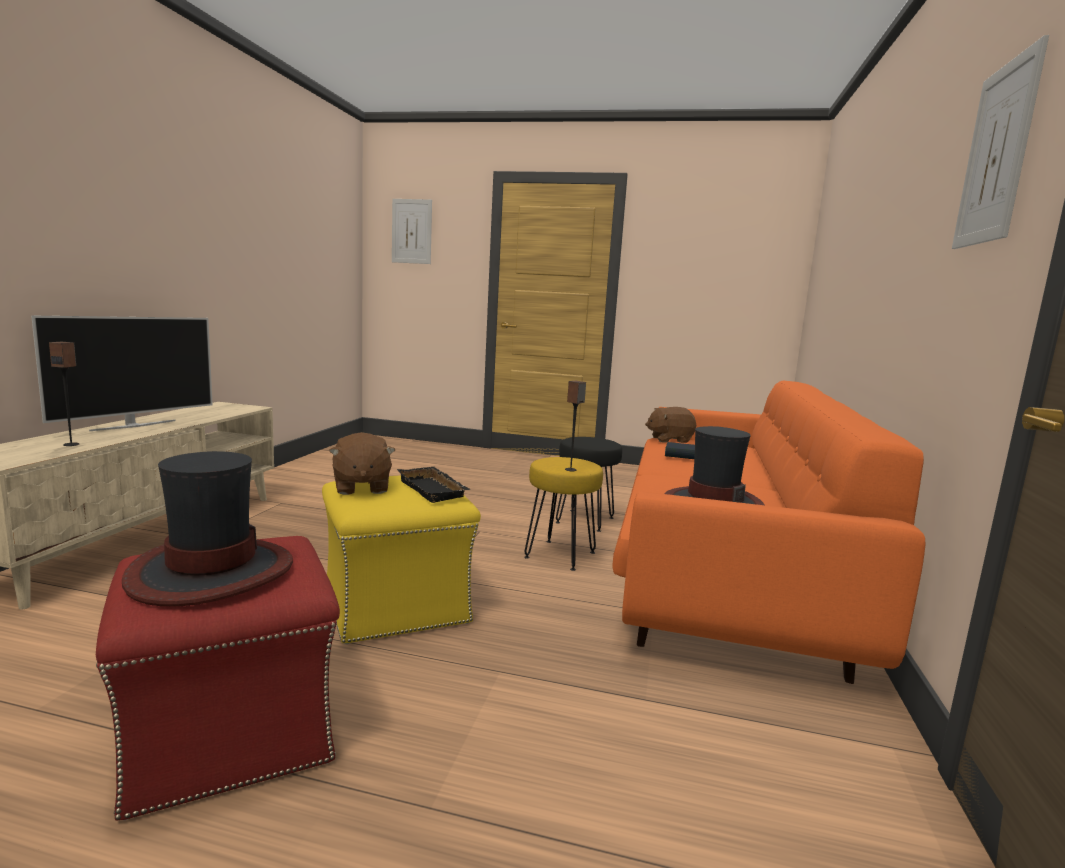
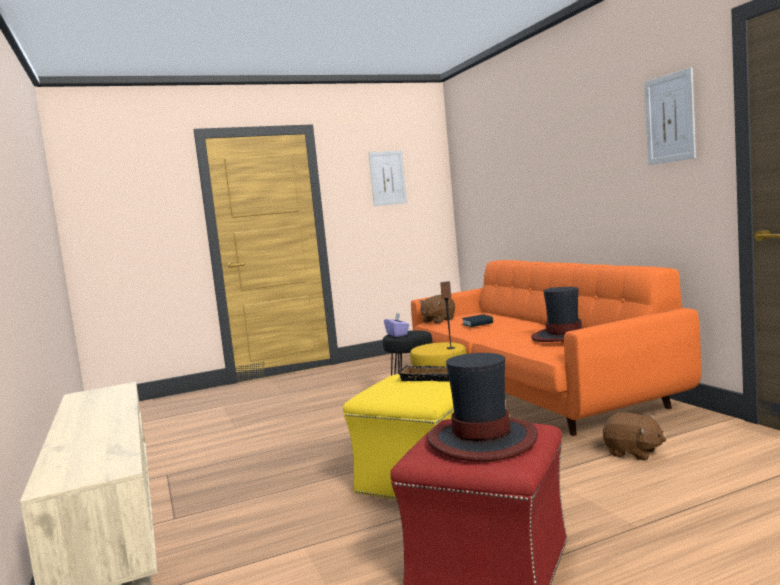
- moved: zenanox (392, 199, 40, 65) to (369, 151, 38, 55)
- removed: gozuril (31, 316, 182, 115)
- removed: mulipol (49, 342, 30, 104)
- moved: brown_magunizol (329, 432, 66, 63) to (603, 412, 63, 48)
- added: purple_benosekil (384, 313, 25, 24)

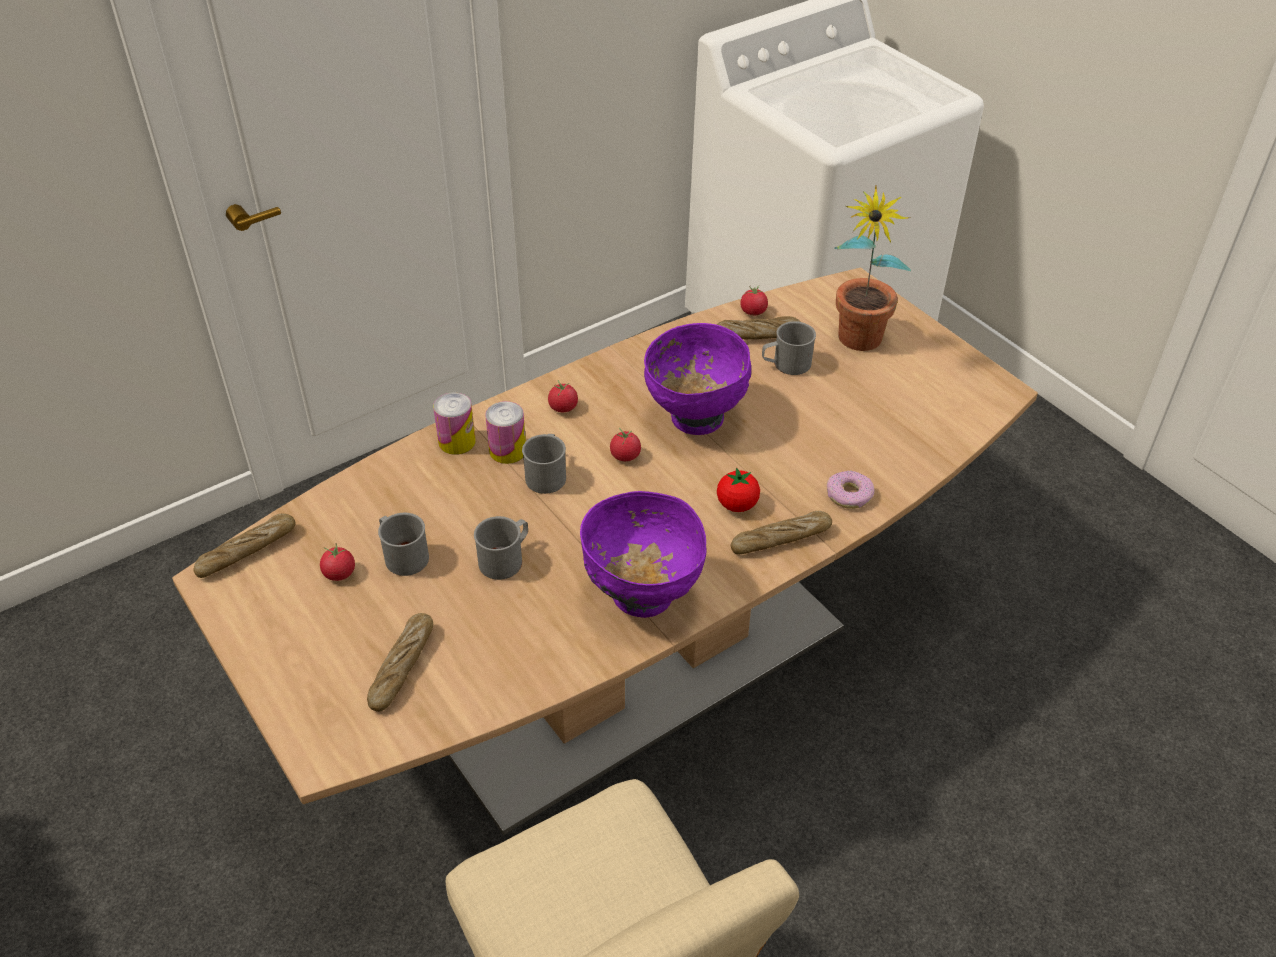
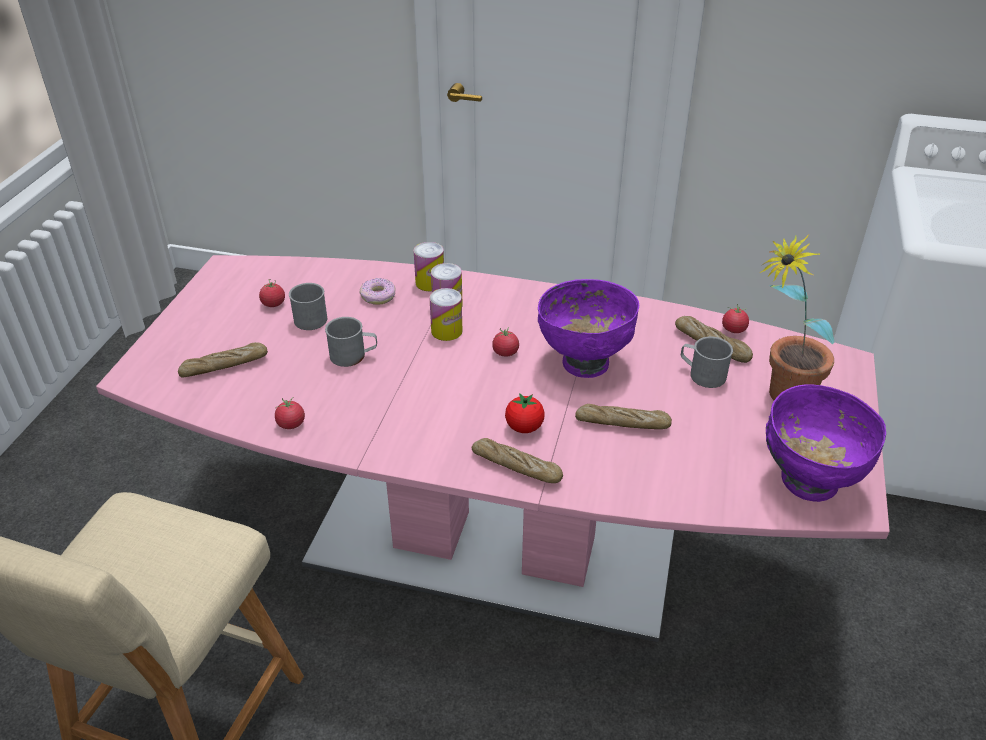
- recoloured: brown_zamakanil (172, 268, 866, 567) to pink_zamakanil (96, 255, 794, 387)
- moved: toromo (548, 380, 30, 32) to (275, 397, 30, 32)
- replaced: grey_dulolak (522, 434, 44, 60) to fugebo (429, 288, 34, 53)
- moved: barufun (826, 471, 49, 38) to (360, 278, 36, 27)
- moved: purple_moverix (580, 491, 126, 127) to (766, 384, 120, 118)
- moved: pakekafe (193, 514, 103, 64) to (575, 404, 97, 25)

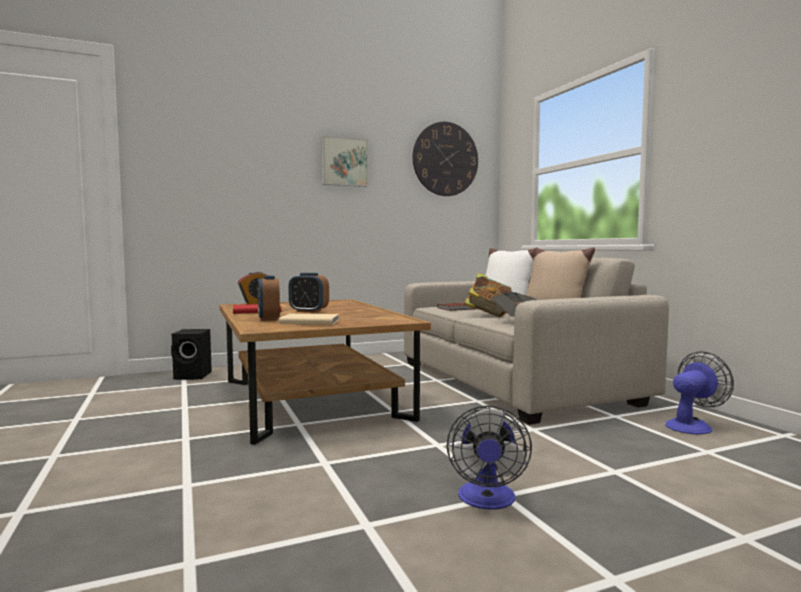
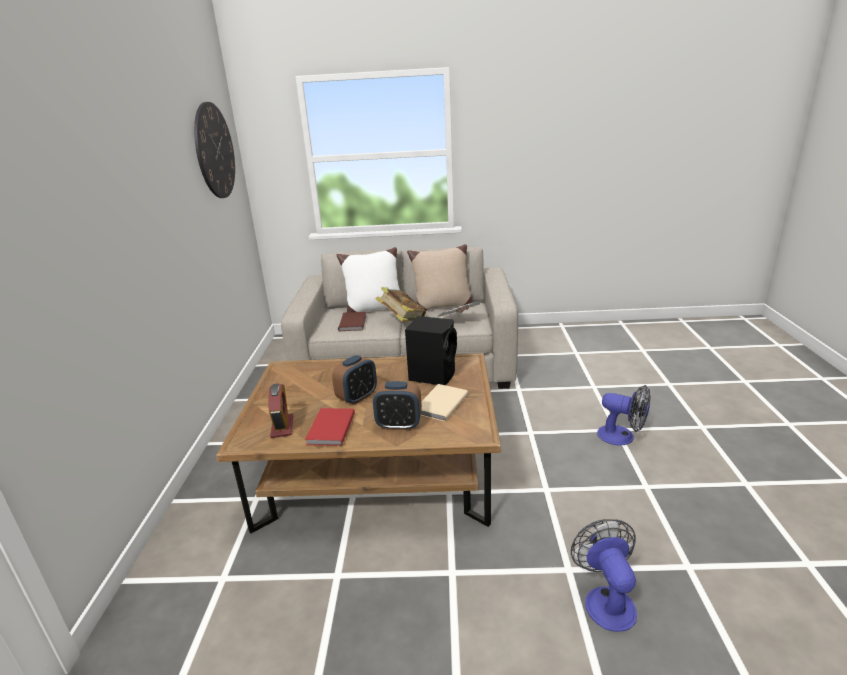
- removed: zenanox (321, 136, 47, 51)
- moved: black_mulipol (171, 329, 41, 51) to (405, 316, 52, 69)
- moved: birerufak (665, 352, 69, 83) to (571, 519, 66, 113)

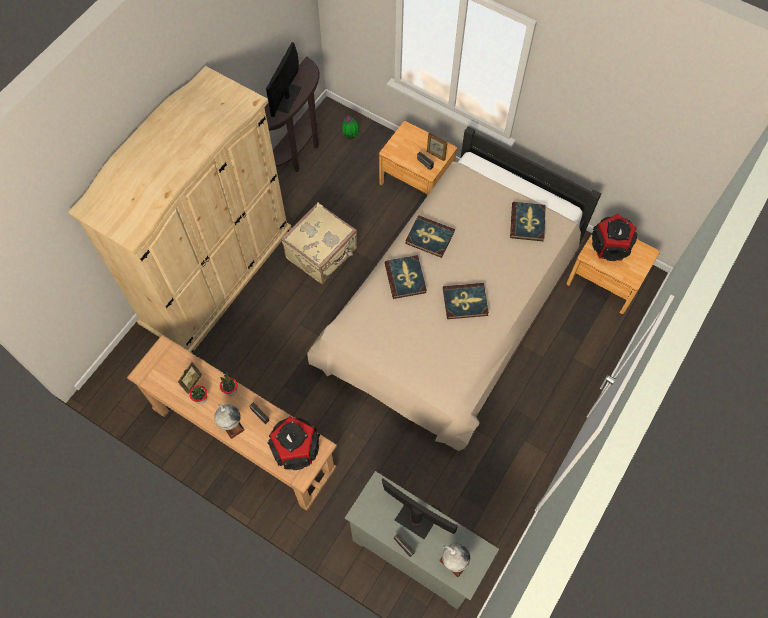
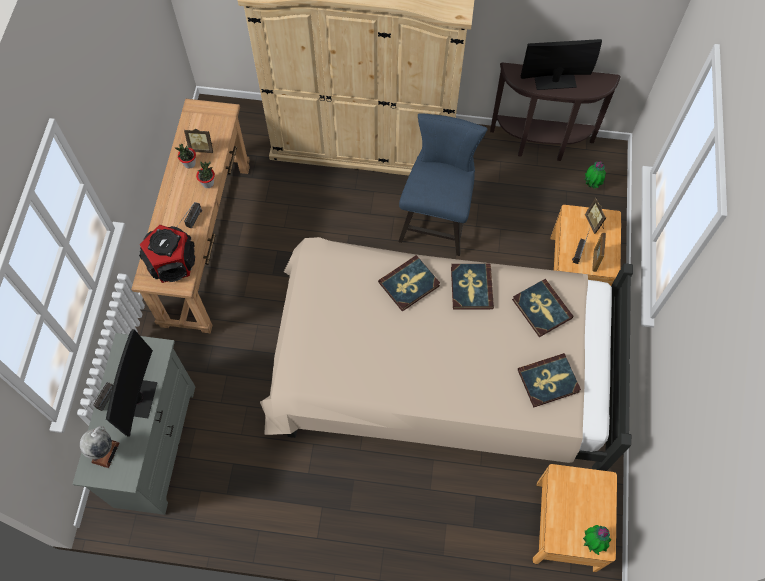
- replaced: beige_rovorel (281, 202, 76, 82) to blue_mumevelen (398, 113, 90, 143)
- removed: mulipol (592, 214, 45, 47)
- moved: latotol (443, 283, 46, 36) to (512, 279, 61, 58)
- removed: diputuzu (214, 404, 31, 35)
- added: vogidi (585, 198, 21, 36)
- added: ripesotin (583, 525, 28, 30)

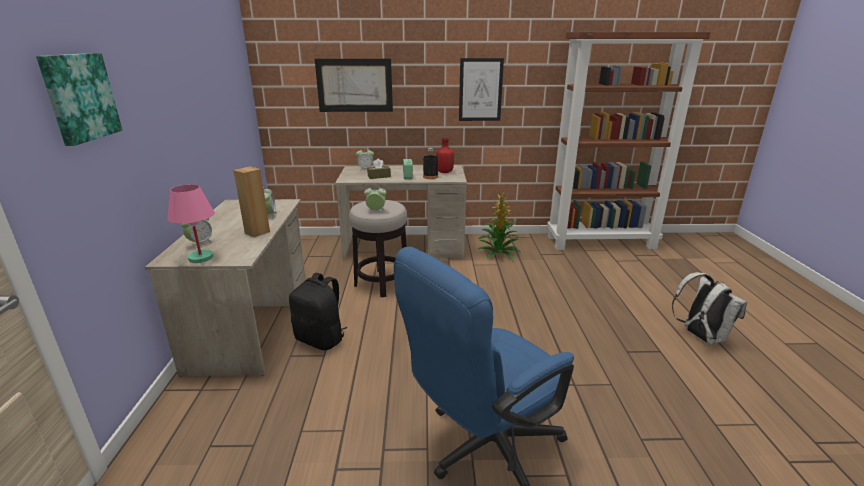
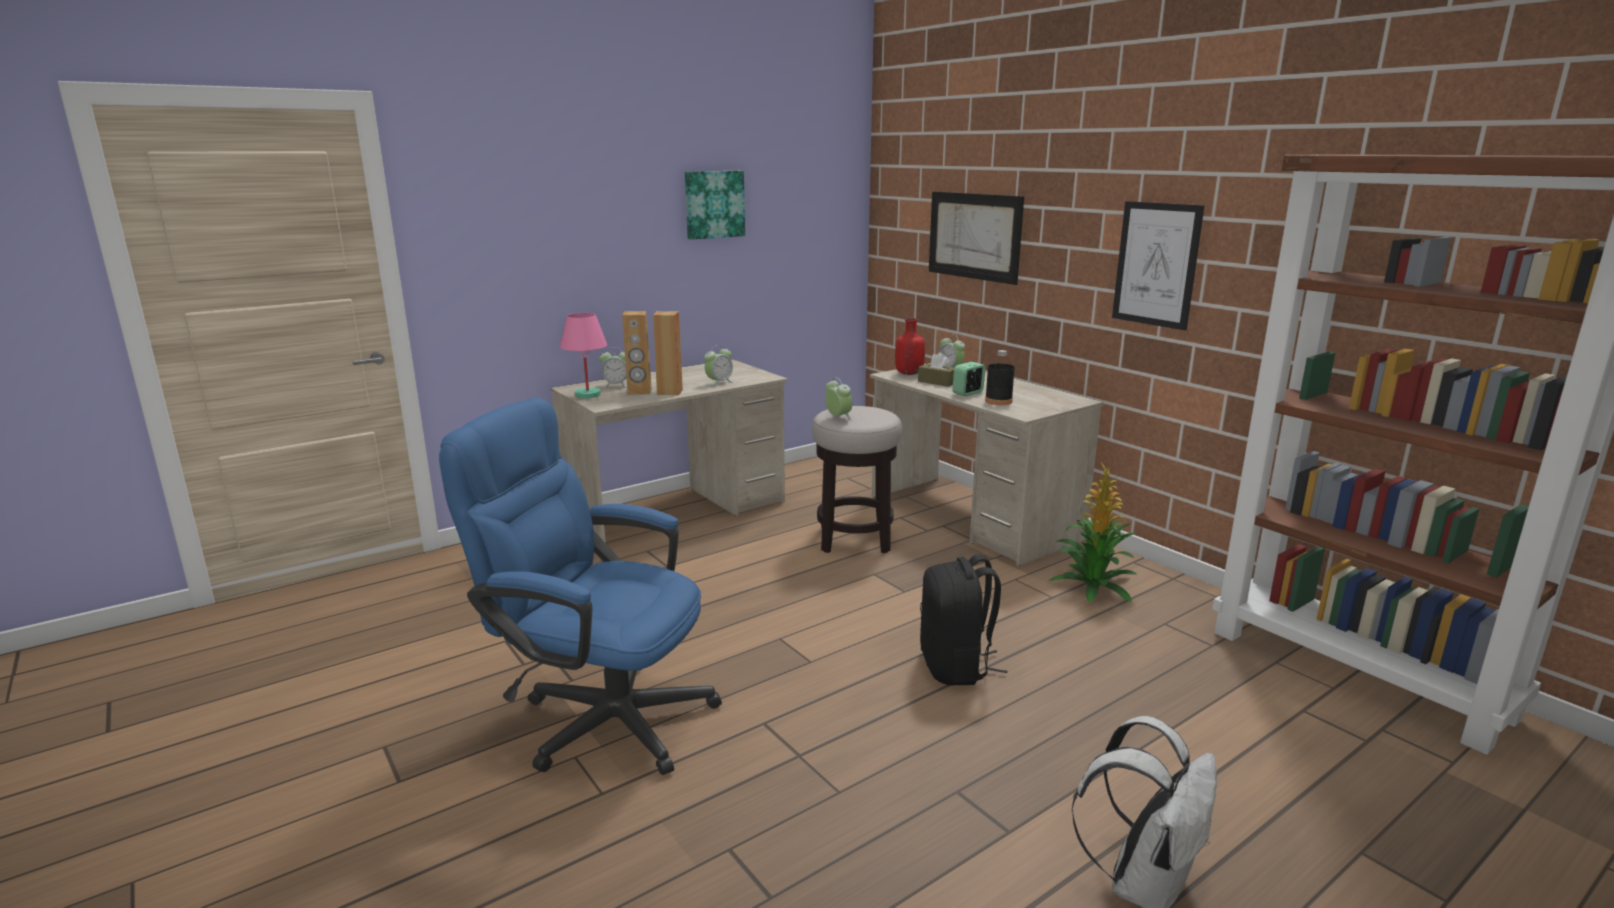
- moved: zenanox (36, 53, 86, 93) to (685, 171, 60, 69)
- moved: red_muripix (436, 138, 18, 35) to (895, 318, 30, 57)
- moved: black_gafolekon (289, 273, 59, 77) to (920, 554, 87, 131)
- added: brown_mulipol (622, 311, 30, 84)

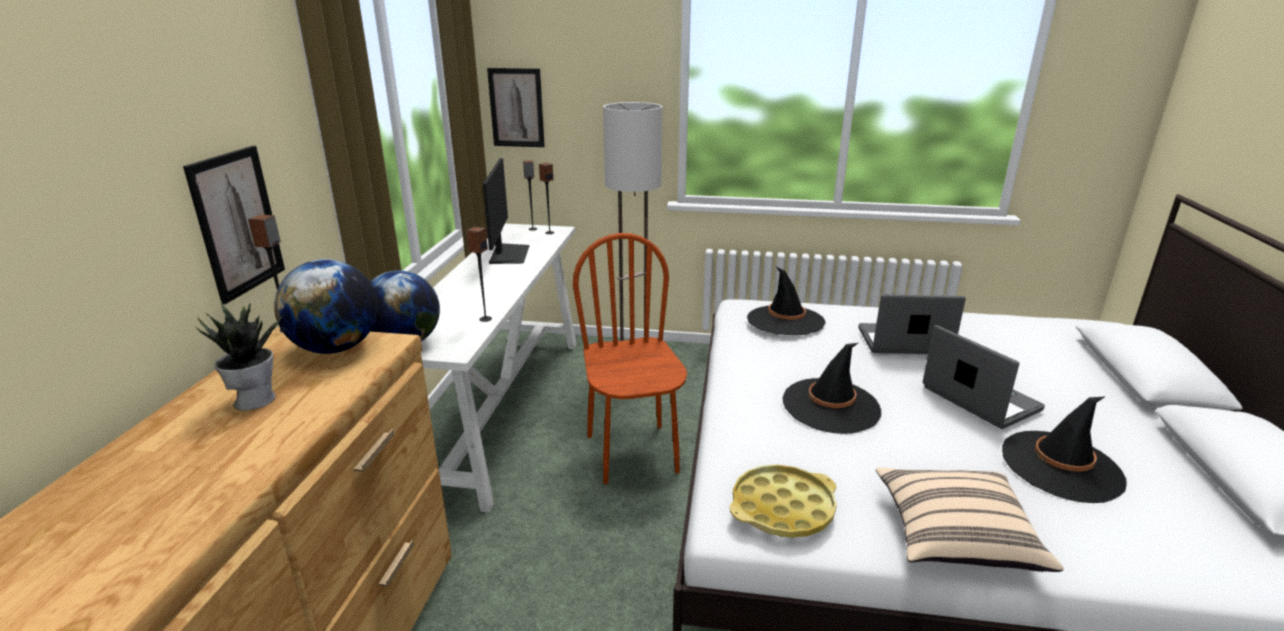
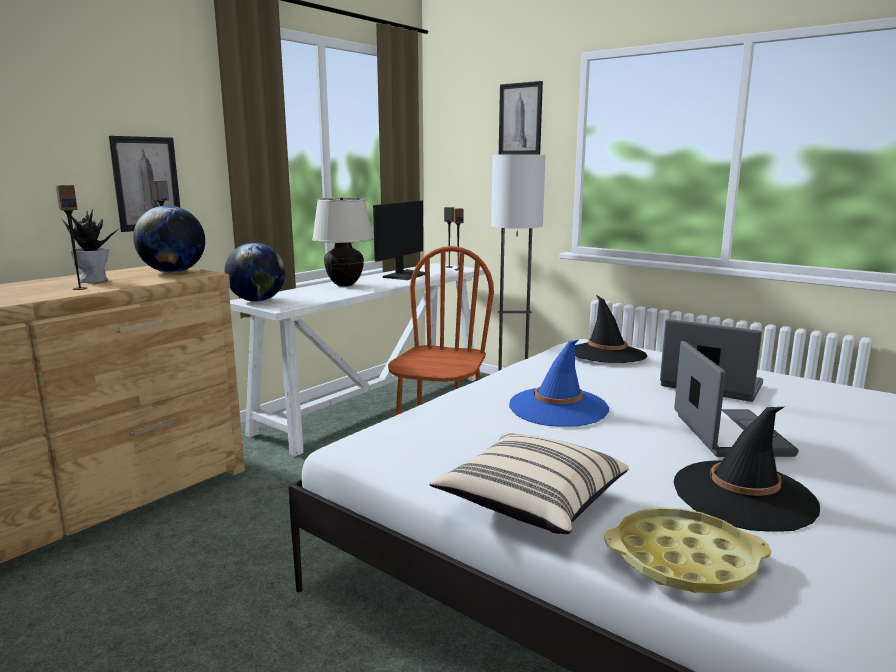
- moved: zenanox (487, 68, 58, 79) to (499, 81, 44, 74)
- moved: mulipol (466, 227, 26, 95) to (56, 185, 31, 105)
- recoloured: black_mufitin (783, 343, 98, 91) to blue_mufitin (509, 339, 100, 88)
- moved: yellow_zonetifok (730, 465, 107, 73) to (604, 507, 167, 86)
- added: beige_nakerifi (312, 197, 62, 89)

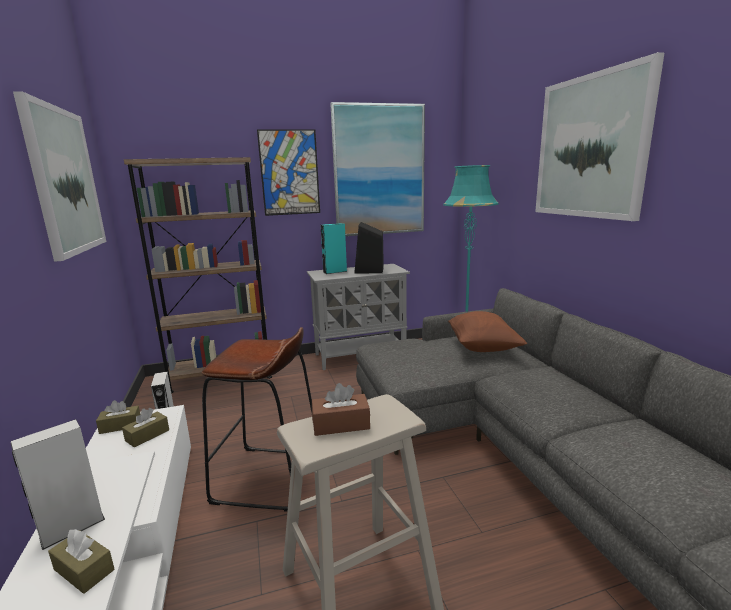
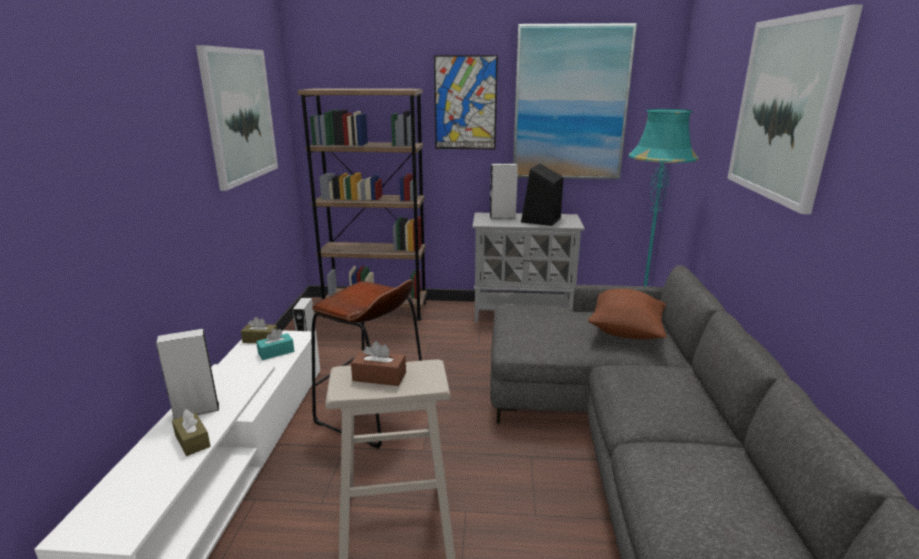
- recoloured: turquoise_mulipol (321, 223, 26, 51) to grey_mulipol (489, 163, 29, 56)
- recoloured: brown_benosekil (122, 408, 47, 40) to turquoise_benosekil (256, 329, 38, 31)

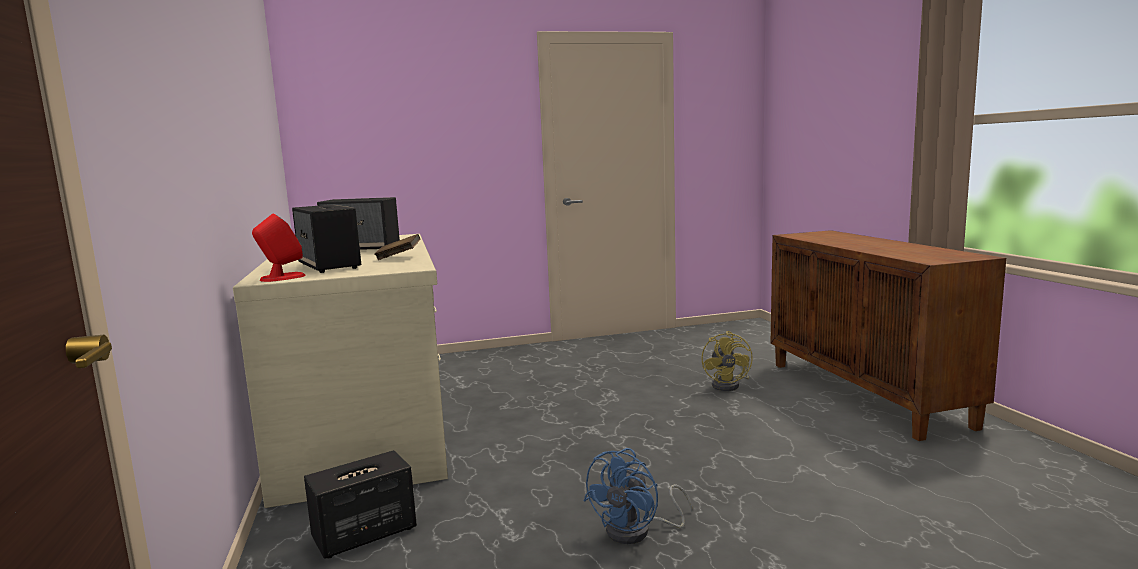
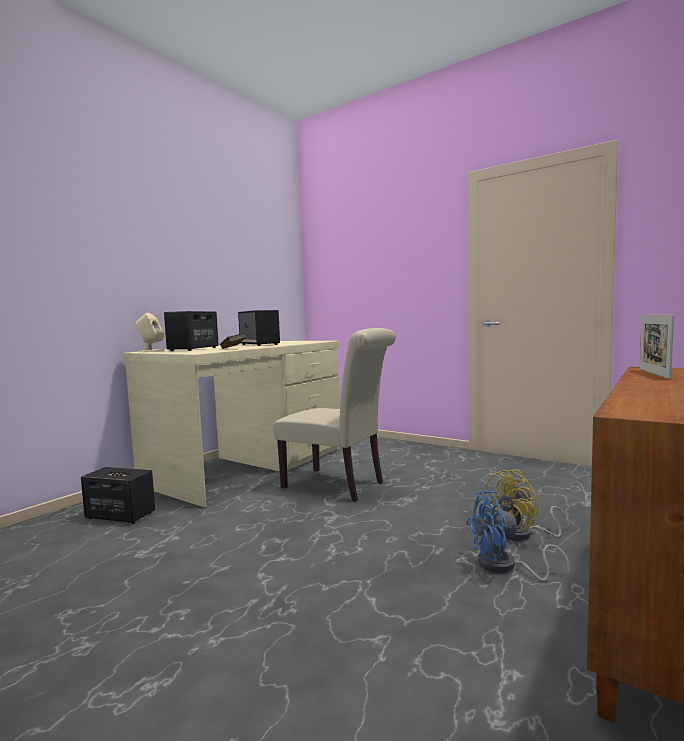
- recoloured: red_mulipol (252, 214, 54, 68) to beige_mulipol (136, 313, 28, 39)
- moved: blue_birerufak (583, 448, 109, 96) to (466, 490, 104, 91)
- added: vogidi (640, 315, 34, 64)
- added: beige_mumevelen (273, 328, 123, 174)

